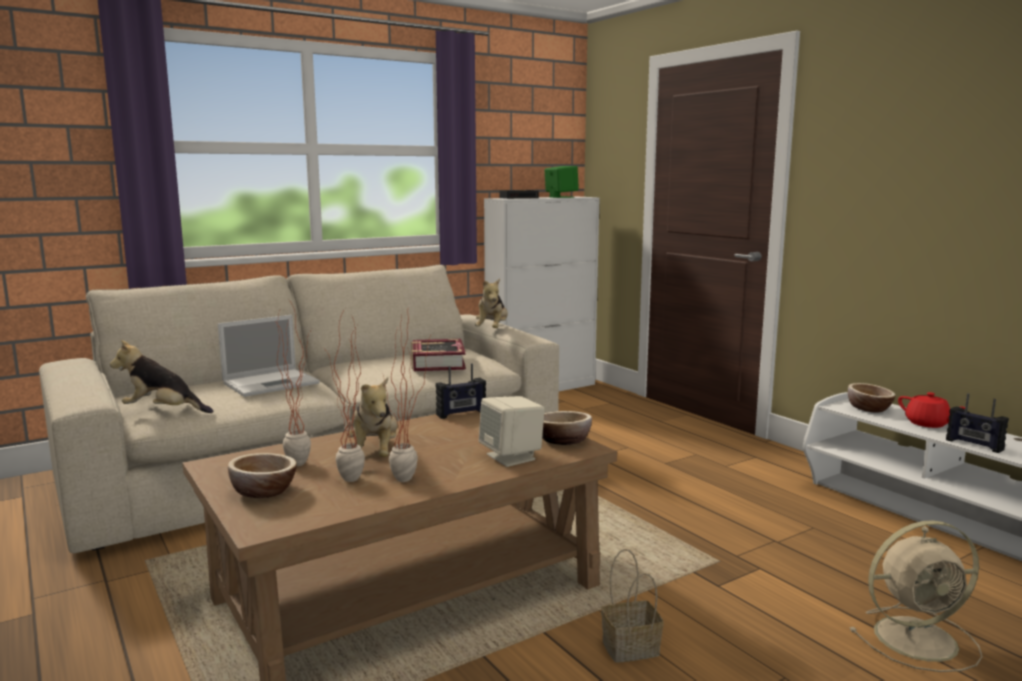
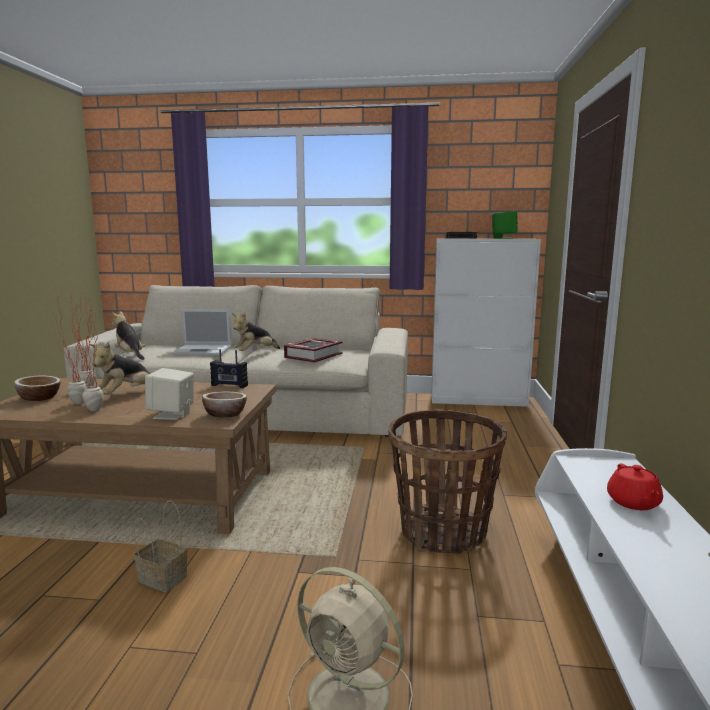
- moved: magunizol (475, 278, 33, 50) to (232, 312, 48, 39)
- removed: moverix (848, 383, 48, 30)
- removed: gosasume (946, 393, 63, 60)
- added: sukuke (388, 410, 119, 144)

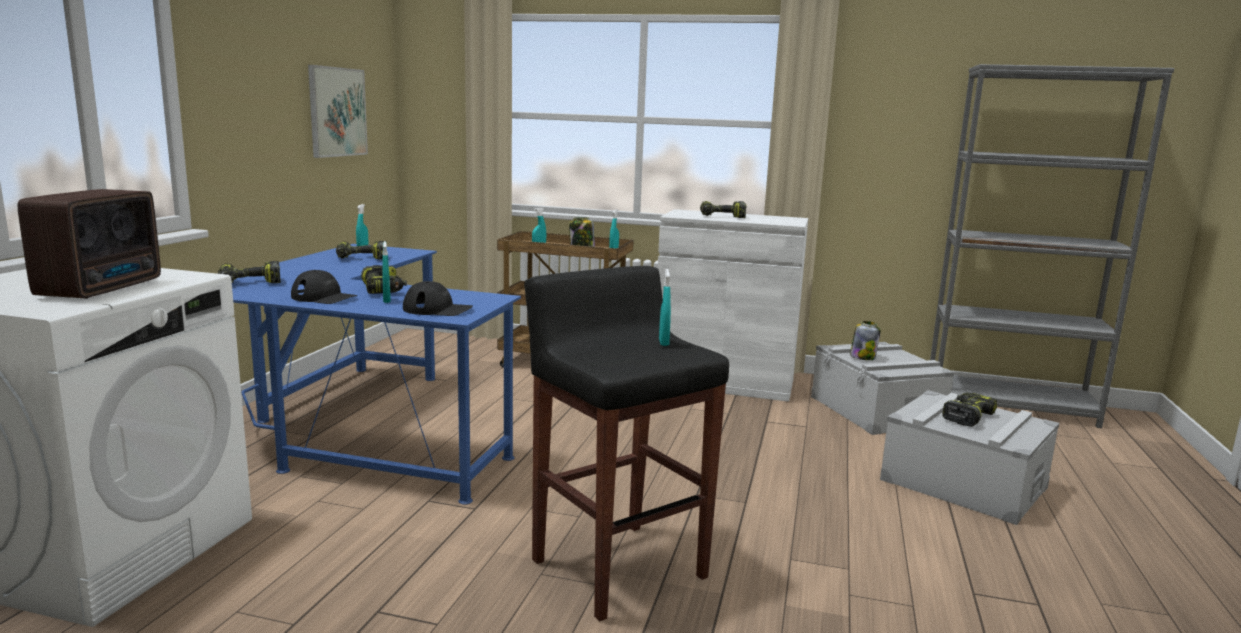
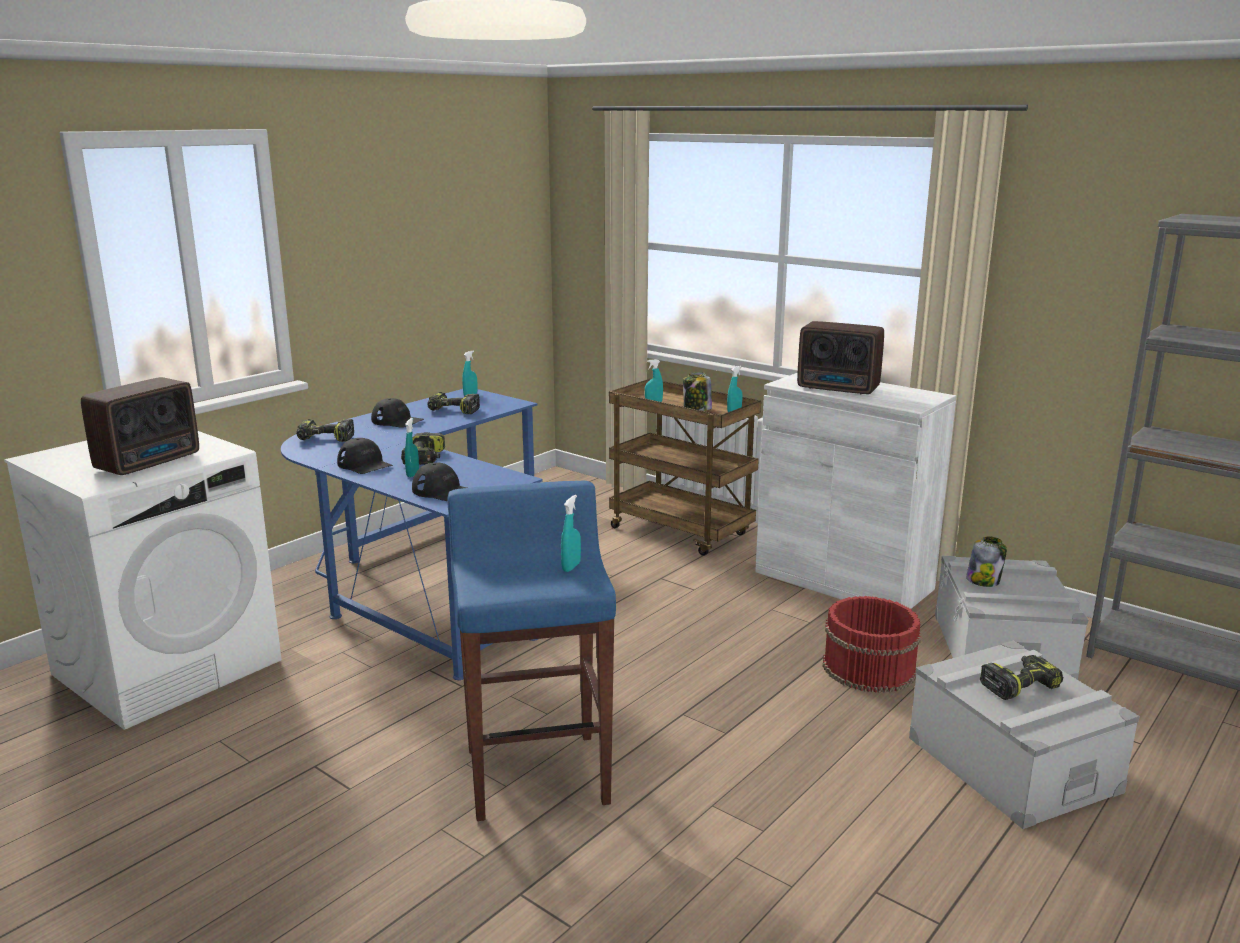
- removed: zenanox (308, 65, 60, 93)
- replaced: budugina (700, 201, 46, 17) to gosasume (797, 321, 87, 73)
- recoloured: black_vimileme (524, 266, 205, 355) to blue_vimileme (447, 481, 169, 340)
- added: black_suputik (371, 398, 53, 30)
- added: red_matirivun (823, 596, 98, 97)

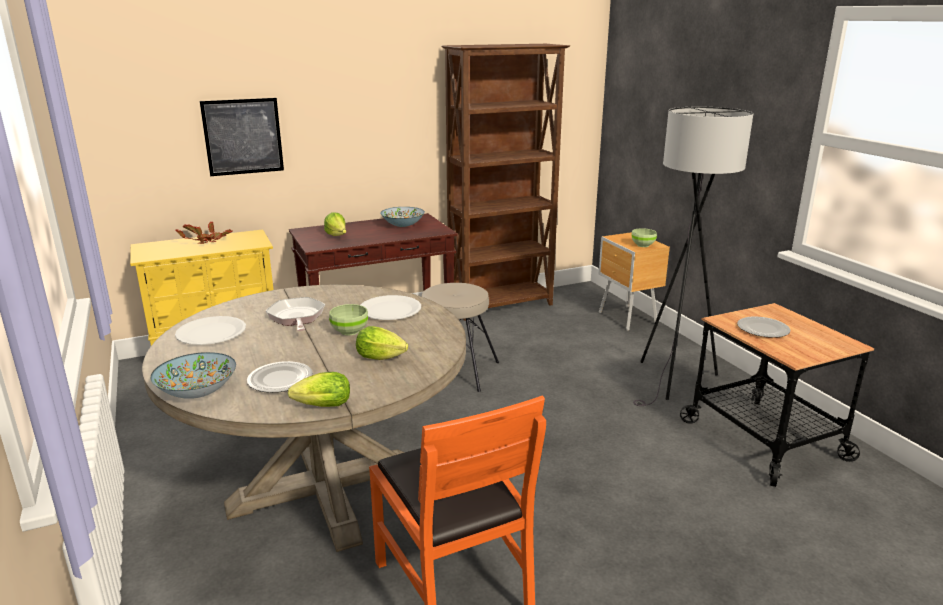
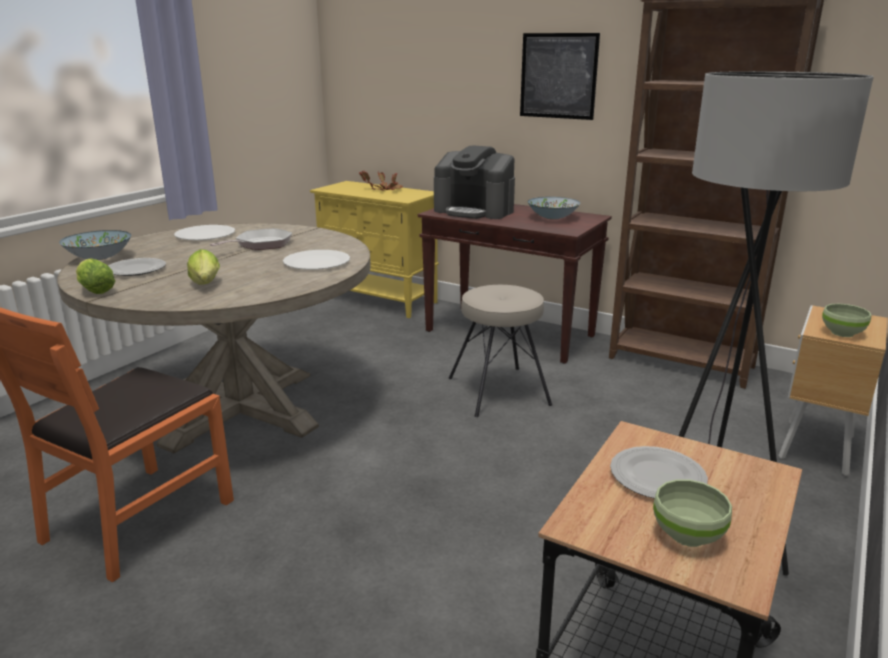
- moved: zenanox (200, 98, 84, 78) to (520, 33, 80, 87)
- replaced: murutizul (324, 212, 22, 24) to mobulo (434, 145, 81, 74)
- moved: green_moverix (329, 304, 39, 31) to (653, 479, 79, 68)

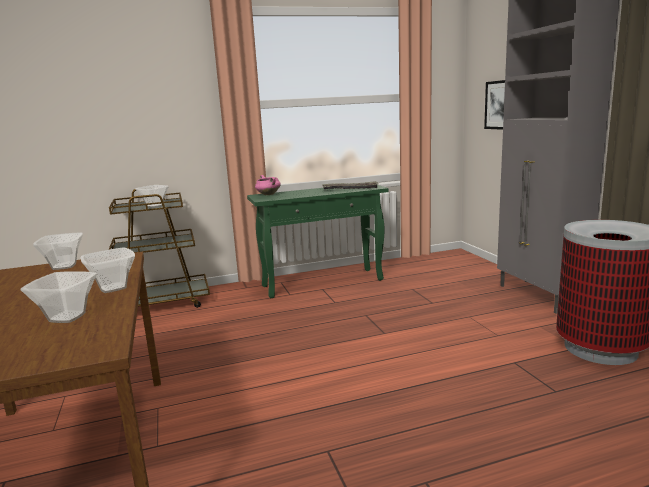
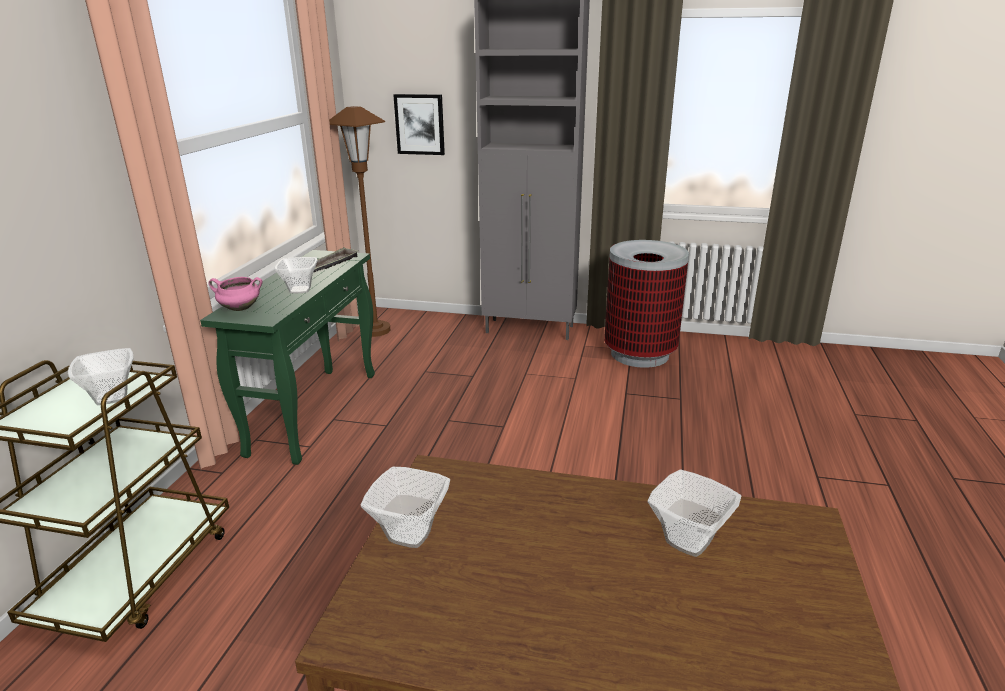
- moved: moverix (80, 247, 55, 46) to (275, 257, 43, 36)
- added: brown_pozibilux (329, 106, 61, 231)

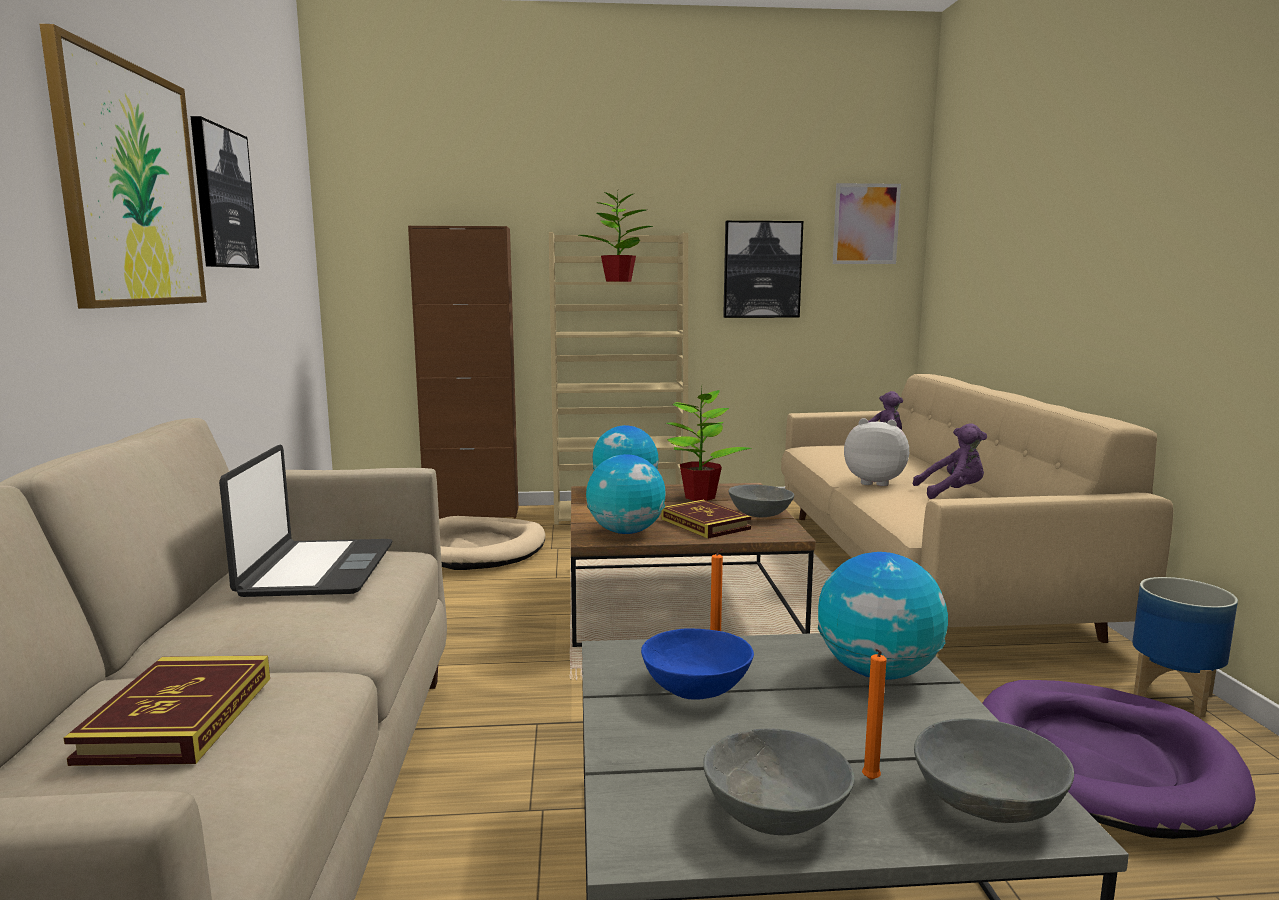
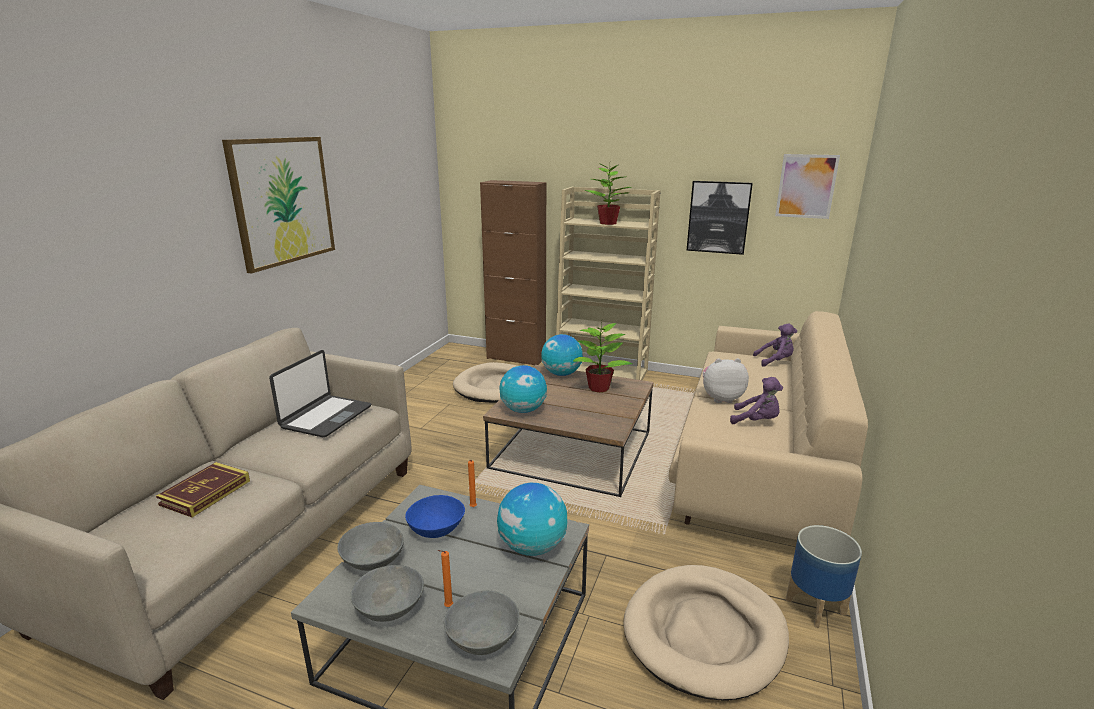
- removed: zenanox (190, 116, 69, 152)
- turned: magunizol (844, 418, 65, 68) = (703, 358, 46, 45) 45 degrees counterclockwise
- moved: grey_moverix (728, 485, 66, 32) to (337, 522, 67, 49)
- removed: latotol (661, 500, 90, 39)
- recoloured: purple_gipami (982, 680, 274, 159) to beige_gipami (623, 565, 166, 136)

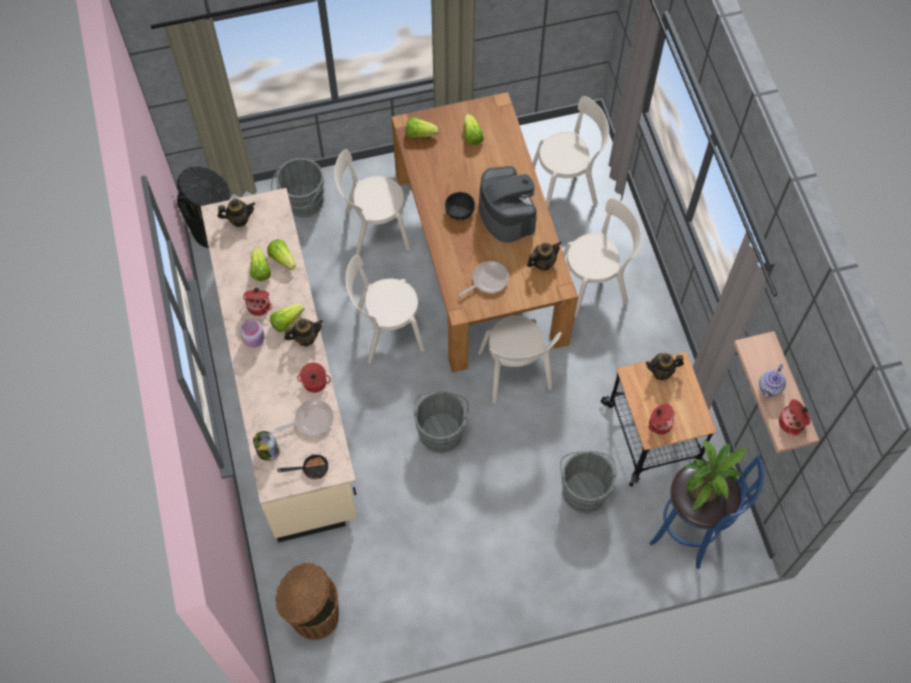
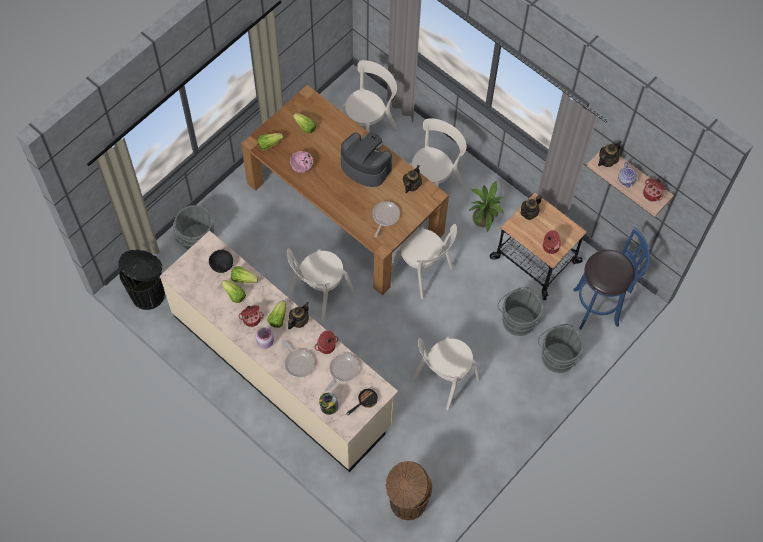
- moved: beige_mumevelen (334, 149, 77, 107) to (413, 336, 67, 75)
- moved: black_moverix (445, 192, 30, 28) to (209, 249, 24, 24)
- moved: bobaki (218, 199, 37, 28) to (598, 141, 24, 26)
- moved: grey_matirivun (413, 391, 56, 62) to (538, 324, 45, 49)
- moved: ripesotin (684, 440, 64, 70) to (469, 181, 35, 52)
- added: pink_moverix (290, 151, 23, 22)
- added: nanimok (282, 339, 32, 39)

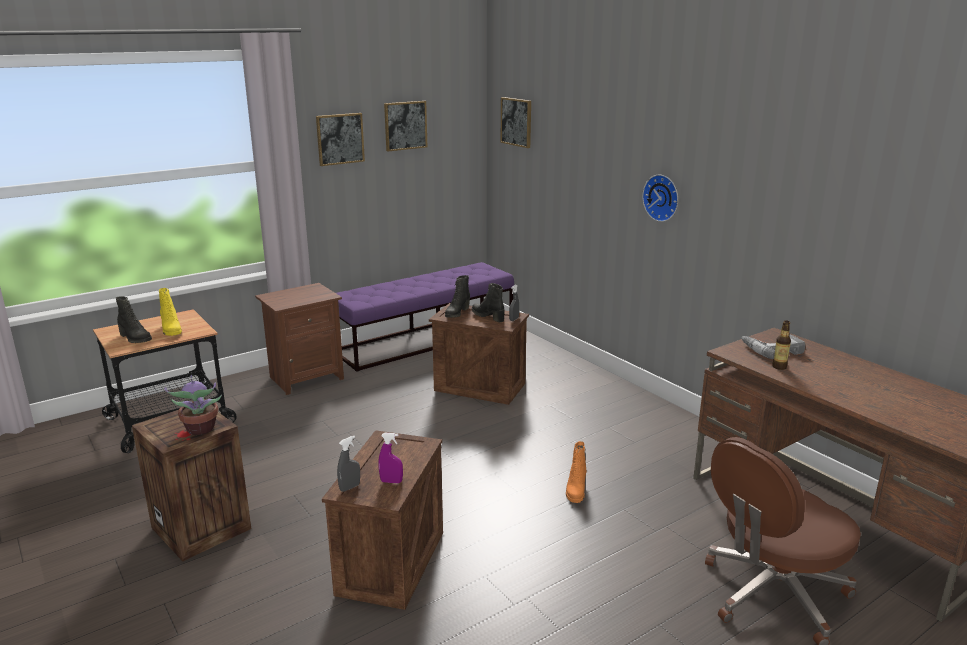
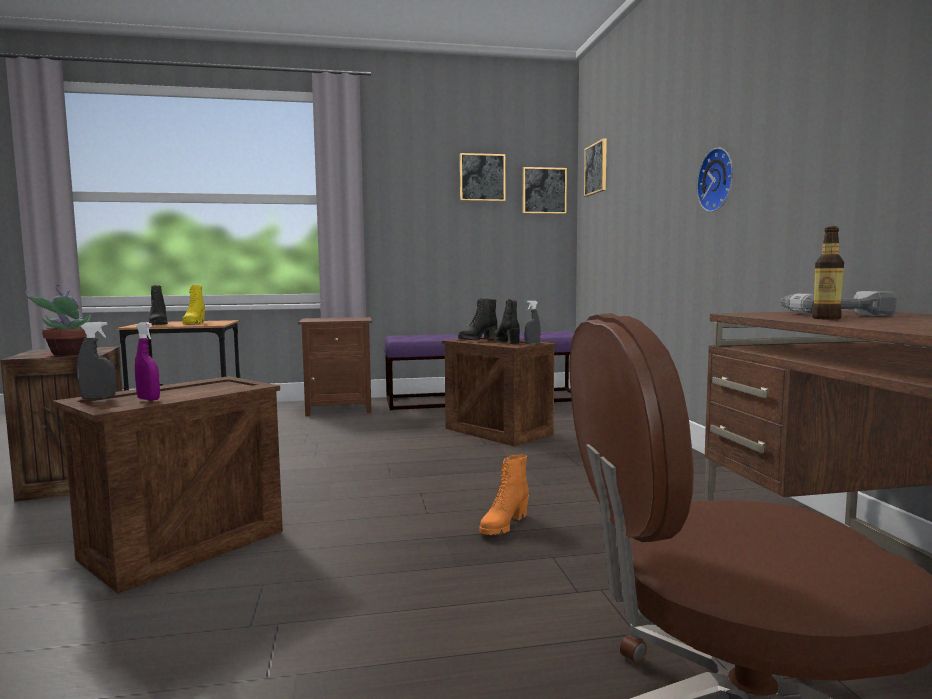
- moved: zenanox (316, 113, 49, 53) to (523, 167, 44, 47)

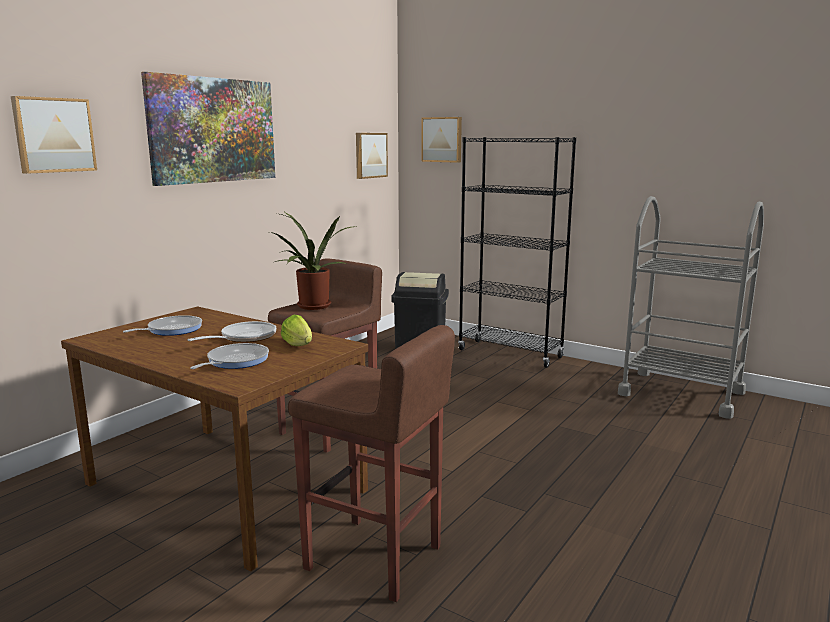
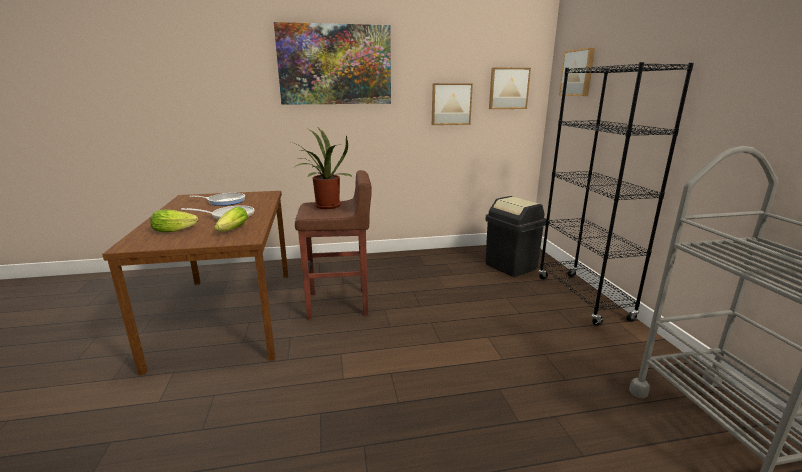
- moved: zenanox (11, 96, 86, 78) to (432, 83, 41, 42)
- removed: brown_vimileme (288, 325, 167, 277)
- replaced: nanimok (190, 343, 79, 26) to murutizul (150, 209, 48, 23)

